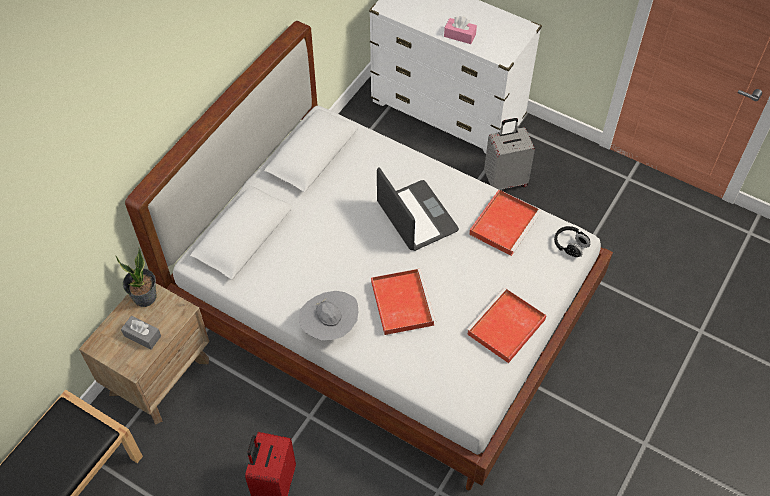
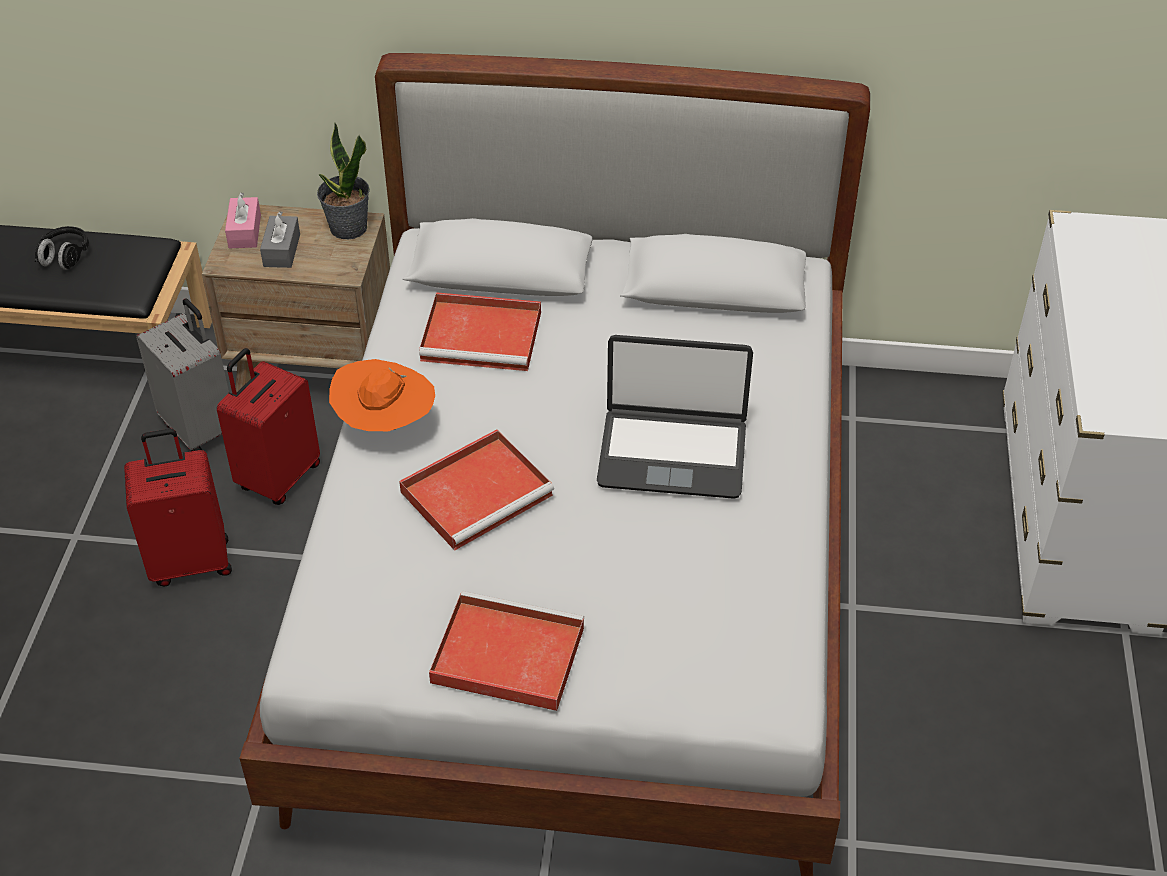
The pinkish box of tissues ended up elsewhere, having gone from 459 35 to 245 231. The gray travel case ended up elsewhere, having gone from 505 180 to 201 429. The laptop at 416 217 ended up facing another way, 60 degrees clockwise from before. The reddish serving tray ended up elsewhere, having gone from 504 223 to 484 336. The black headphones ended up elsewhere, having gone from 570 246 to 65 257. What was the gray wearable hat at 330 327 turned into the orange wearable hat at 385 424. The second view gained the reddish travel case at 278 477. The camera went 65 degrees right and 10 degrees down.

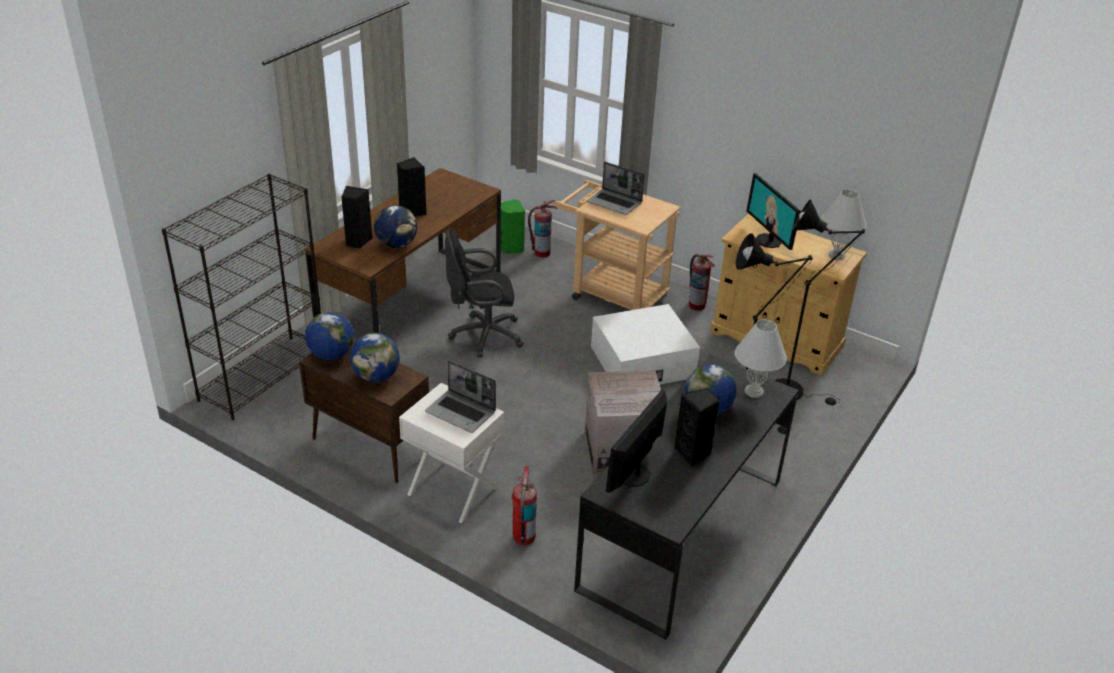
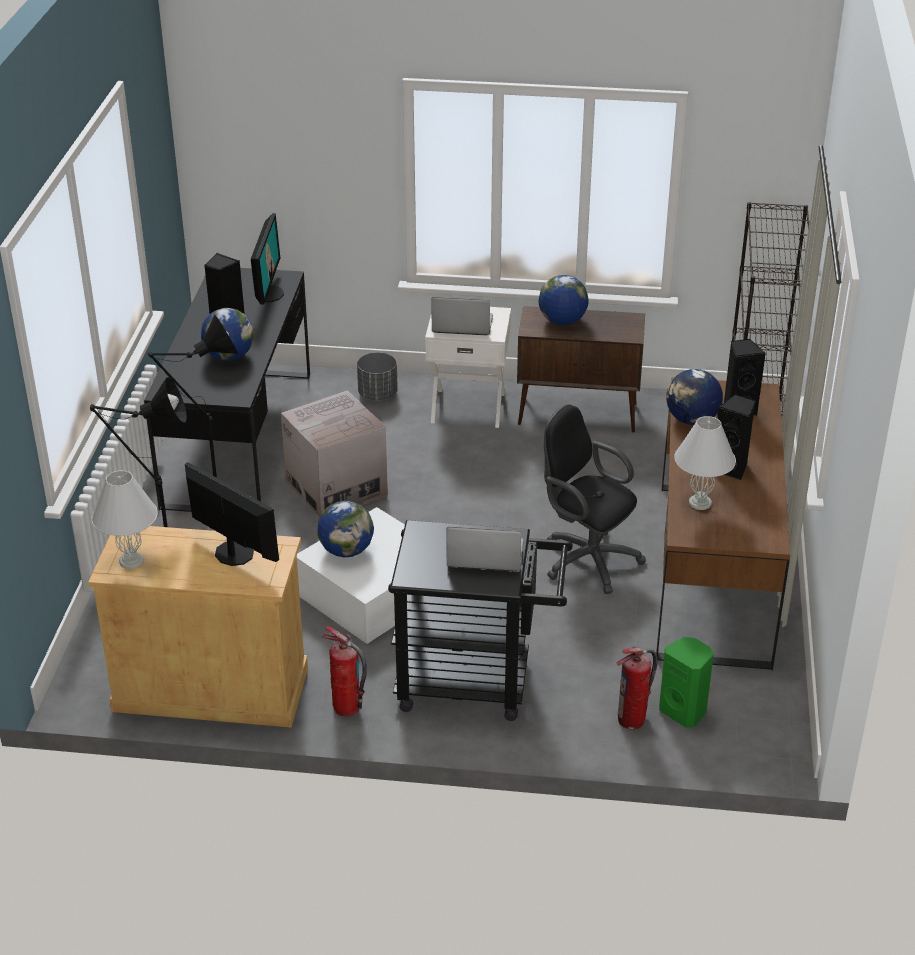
What was the beige-coloured trolley at 611 293 turned into the black trolley at 477 682. The black office chair at 482 336 ended up facing another way, 105 degrees counterclockwise from before. The world globe ended up elsewhere, having gone from 331 355 to 346 551. The whitish lamp for a table ended up elsewhere, having gone from 754 391 to 699 503. Where the fire extinguisher stood at 523 537, the gray plant pot came to stand at 378 394. The camera went 155 degrees right and 0 degrees up.

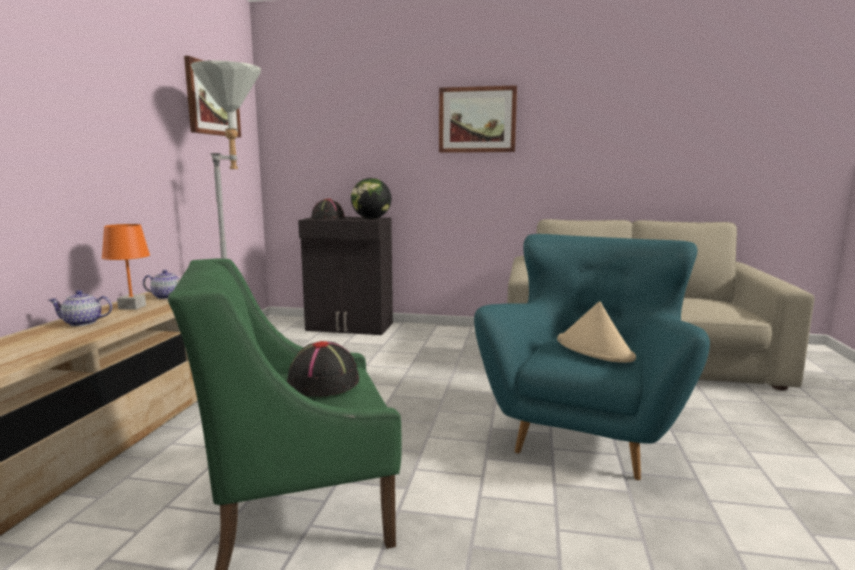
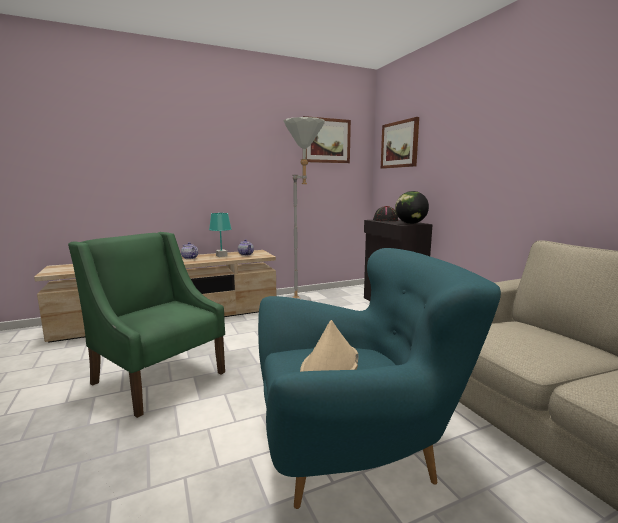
The wall picture ended up elsewhere, having gone from 477 120 to 399 144. What was the orange lamp for a table at 132 307 turned into the turquoise lamp for a table at 221 256. The second view lost the black wearable hat at 324 382. The camera went 55 degrees right and 0 degrees up.

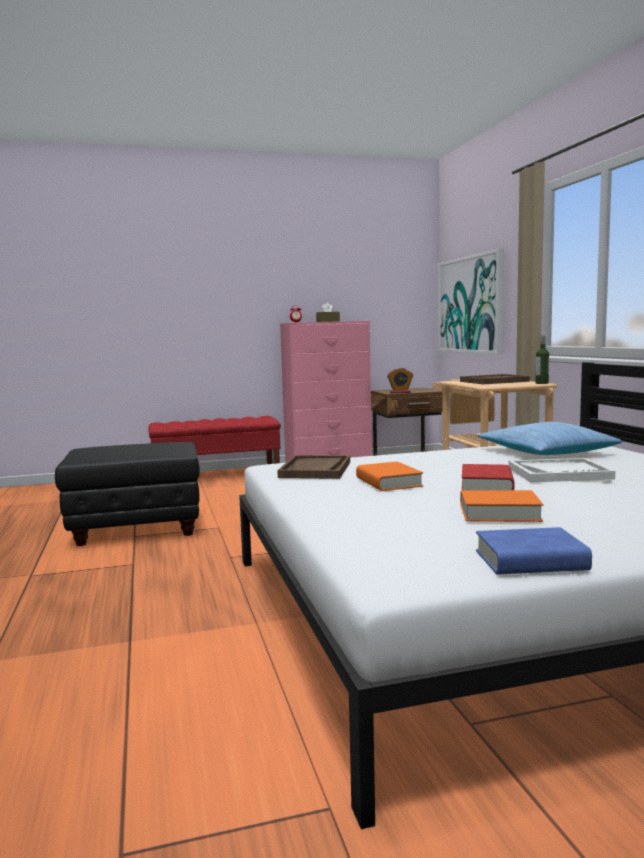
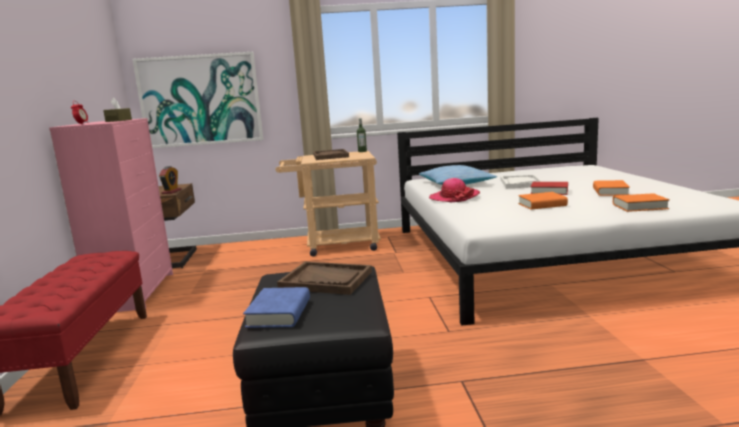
The brownish serving tray ended up elsewhere, having gone from 315 470 to 326 280. The blue book ended up elsewhere, having gone from 530 561 to 279 313. The second view gained the wearable hat at 454 197. The second view gained the orange book at 639 206. The camera went 80 degrees left and 5 degrees up.

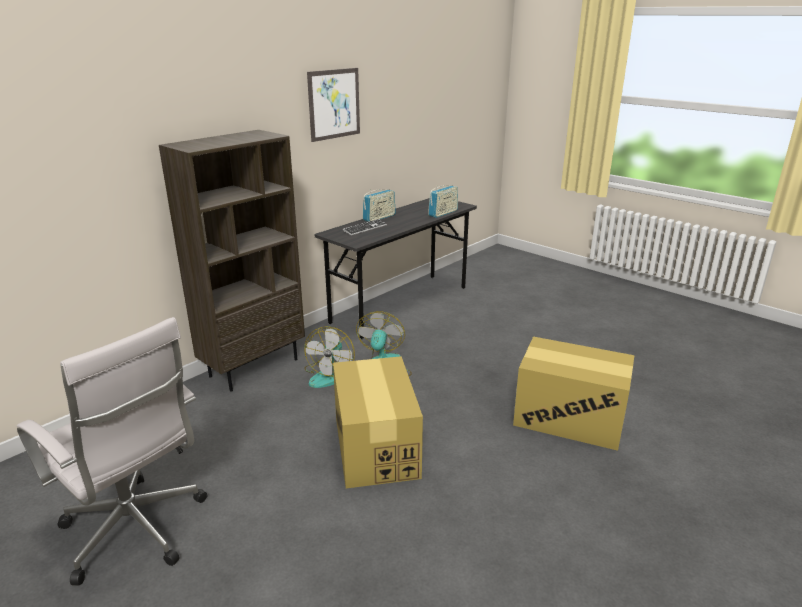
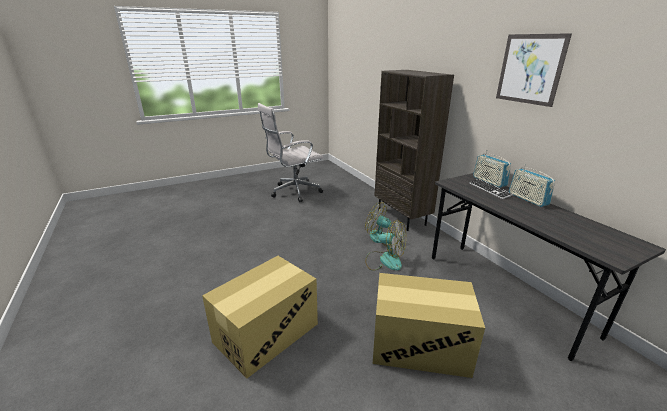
The radio receiver ended up elsewhere, having gone from 443 213 to 489 181. The carton ended up elsewhere, having gone from 376 447 to 420 344. The camera went 110 degrees right and 0 degrees up.

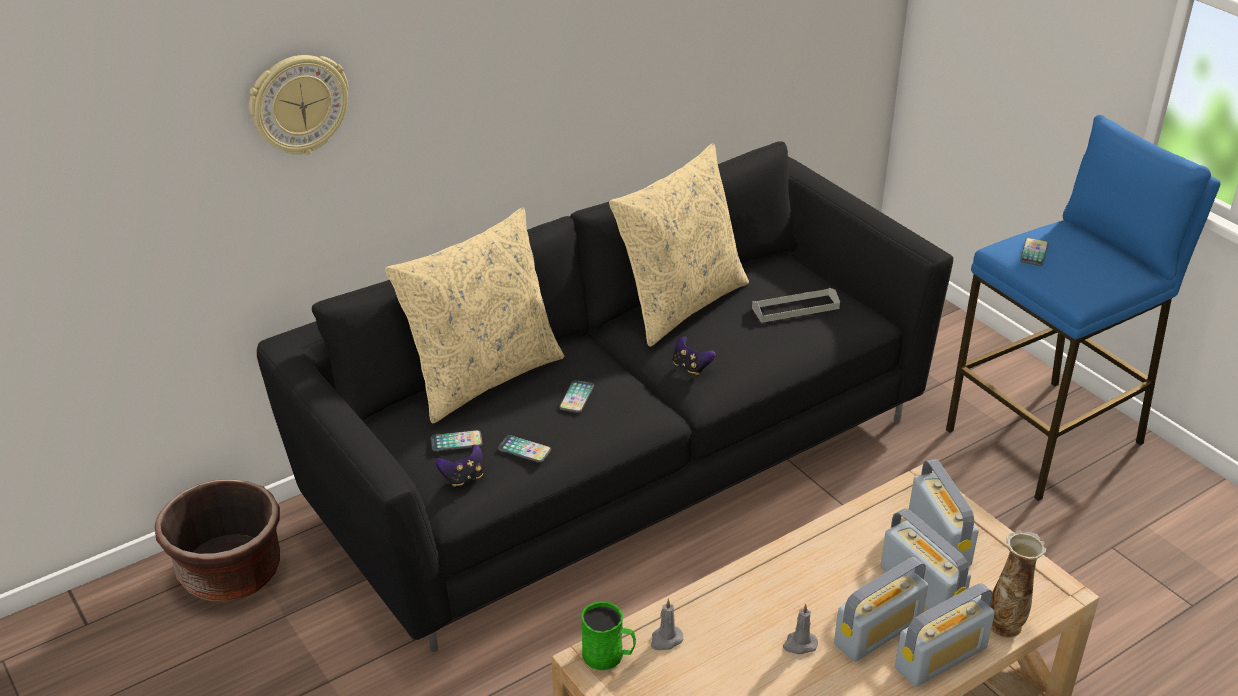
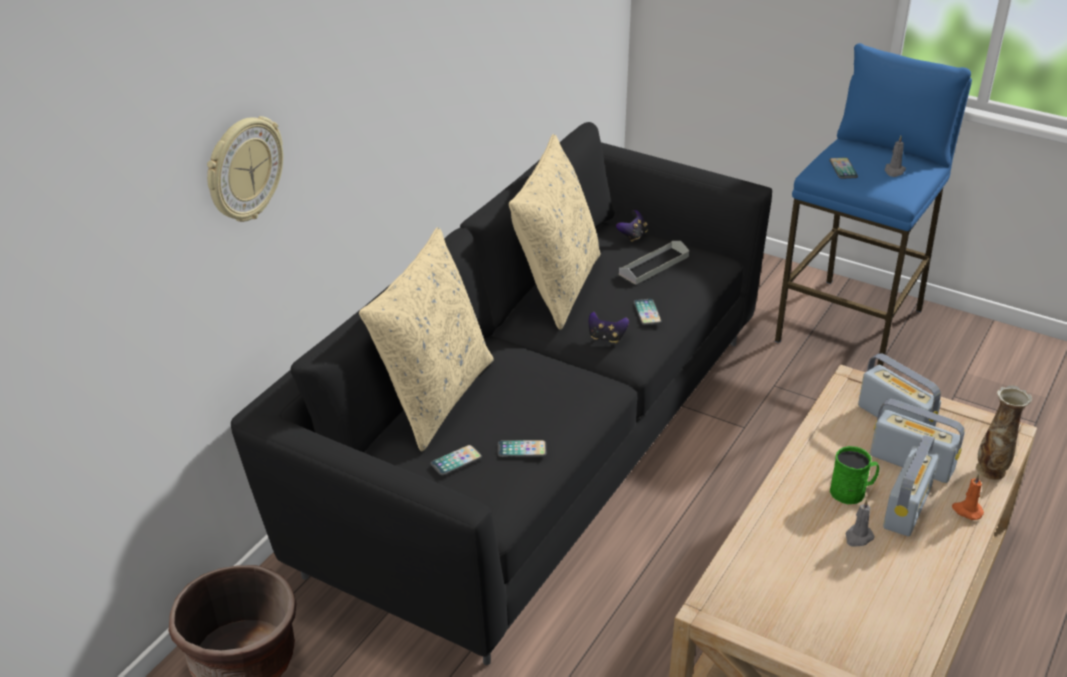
The telephone ended up elsewhere, having gone from 576 397 to 647 312. The joypad ended up elsewhere, having gone from 463 478 to 632 236. Where the radio receiver stood at 941 657, the orange candle came to stand at 967 511. The gray candle ended up elsewhere, having gone from 665 640 to 894 171. The green tea mug ended up elsewhere, having gone from 608 656 to 852 491. The camera went 25 degrees left and 0 degrees up.

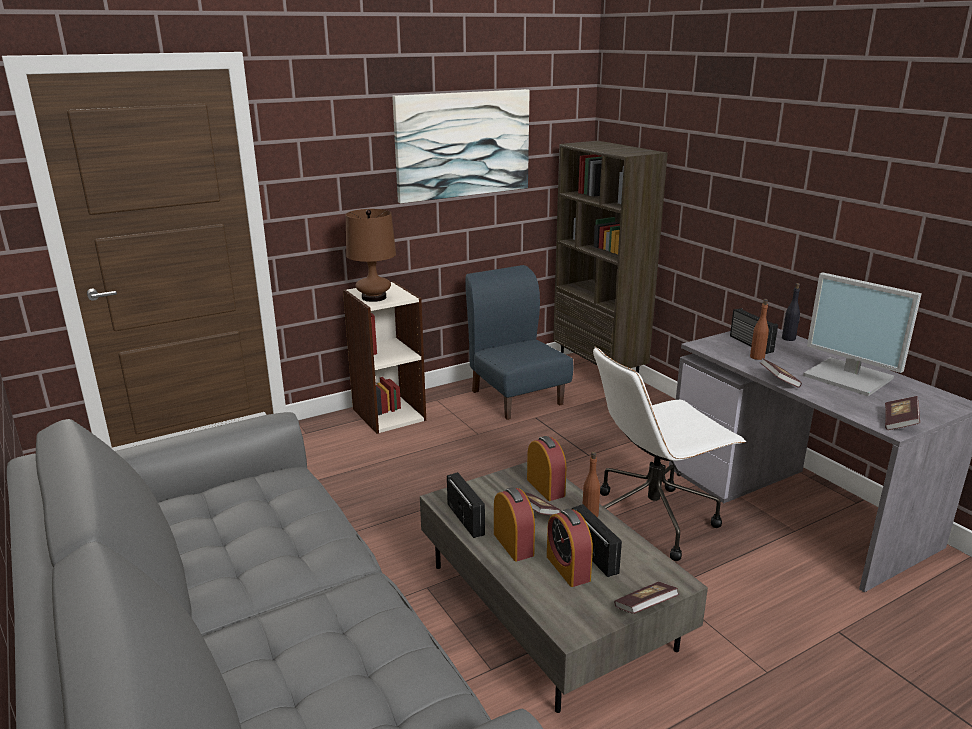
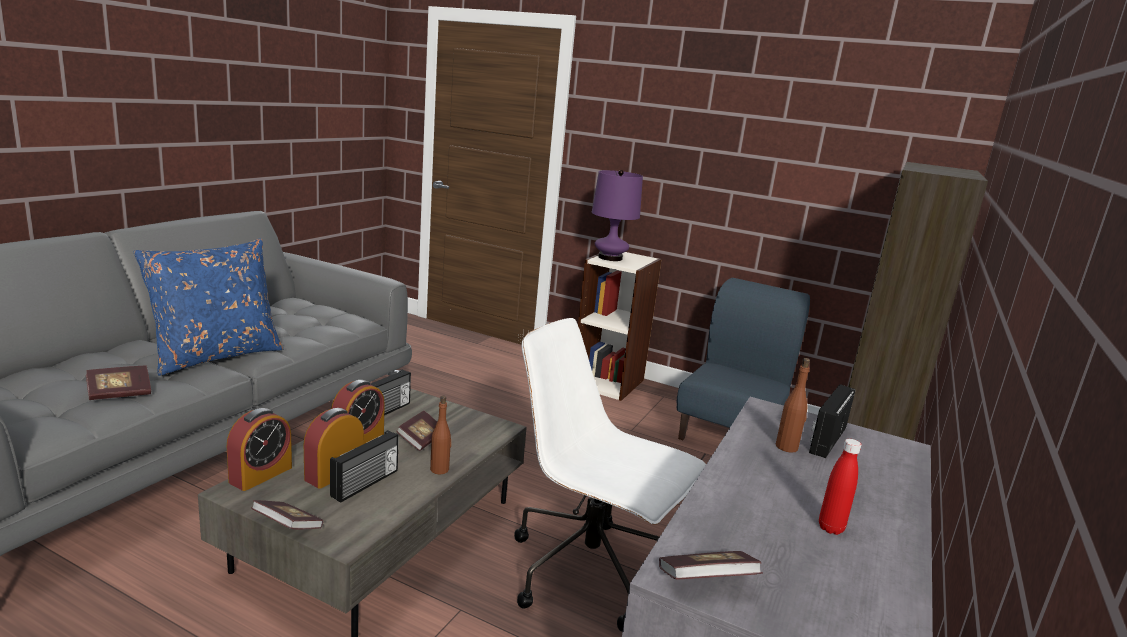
The second view lost the wall picture at 463 144. What was the brownish lamp for a table at 374 297 turned into the purplish lamp for a table at 610 258. Where the computer display stood at 850 377, the reddish drink bottle came to stand at 830 528. The second view lost the black drink bottle at 789 338. The book ended up elsewhere, having gone from 778 381 to 119 393. The bedside clock ended up elsewhere, having gone from 545 487 to 261 475. The second view gained the blue cushion at 216 355. The camera went 55 degrees right and 5 degrees down.

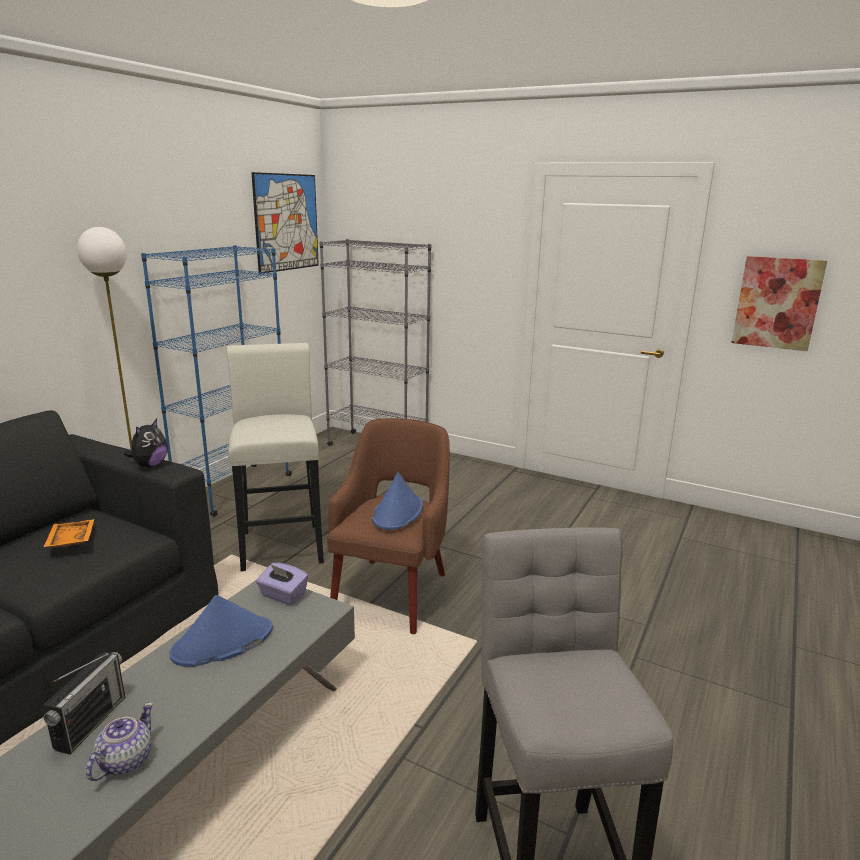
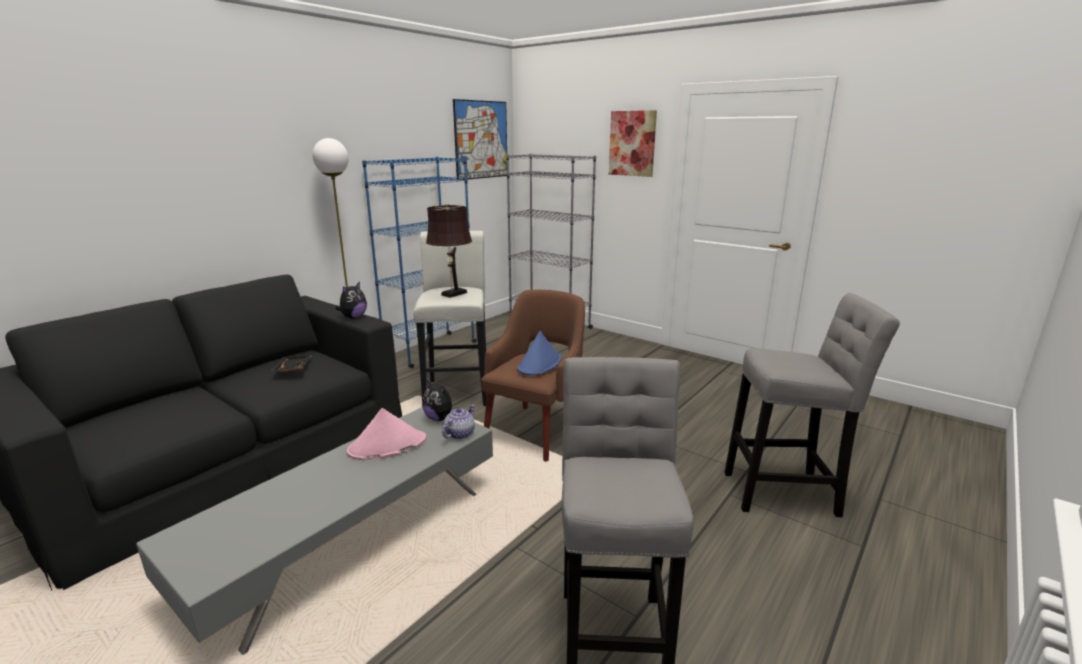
The wall picture ended up elsewhere, having gone from 777 303 to 632 143. What was the orange serving tray at 70 541 turned into the black serving tray at 292 369. Where the purplish box of tissues stood at 283 595, the cuddly toy came to stand at 440 418. What was the blue wearable hat at 222 642 turned into the pinkish wearable hat at 387 446. The second view lost the radio receiver at 90 722. The tea pot ended up elsewhere, having gone from 124 761 to 459 434. The second view gained the brownish lamp for a table at 452 294. The second view gained the gray stool seat at 786 493. The camera went 10 degrees right and 0 degrees up.

